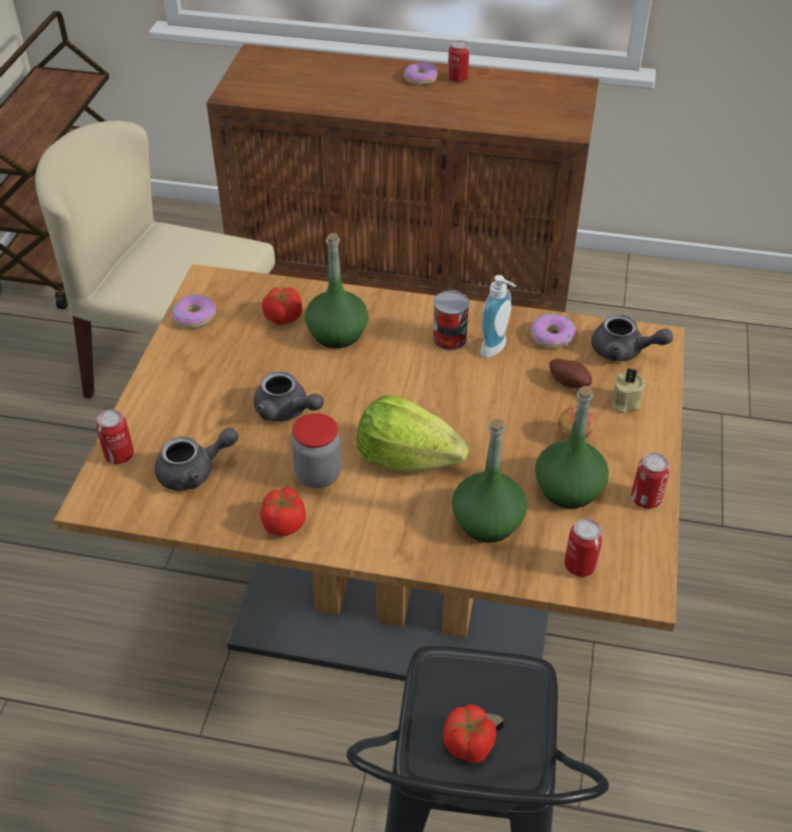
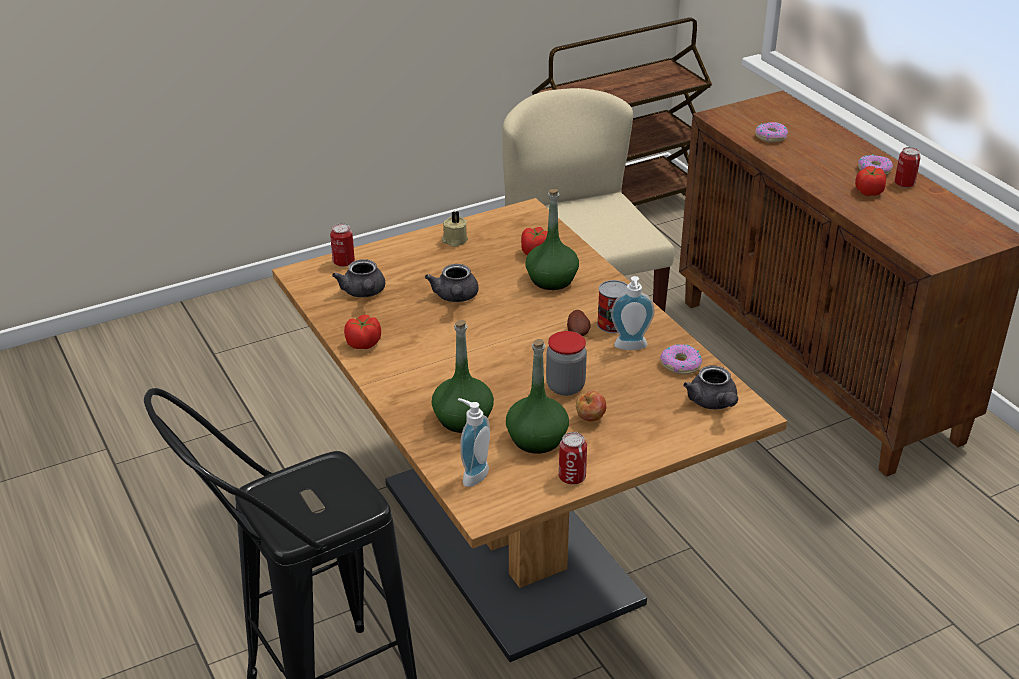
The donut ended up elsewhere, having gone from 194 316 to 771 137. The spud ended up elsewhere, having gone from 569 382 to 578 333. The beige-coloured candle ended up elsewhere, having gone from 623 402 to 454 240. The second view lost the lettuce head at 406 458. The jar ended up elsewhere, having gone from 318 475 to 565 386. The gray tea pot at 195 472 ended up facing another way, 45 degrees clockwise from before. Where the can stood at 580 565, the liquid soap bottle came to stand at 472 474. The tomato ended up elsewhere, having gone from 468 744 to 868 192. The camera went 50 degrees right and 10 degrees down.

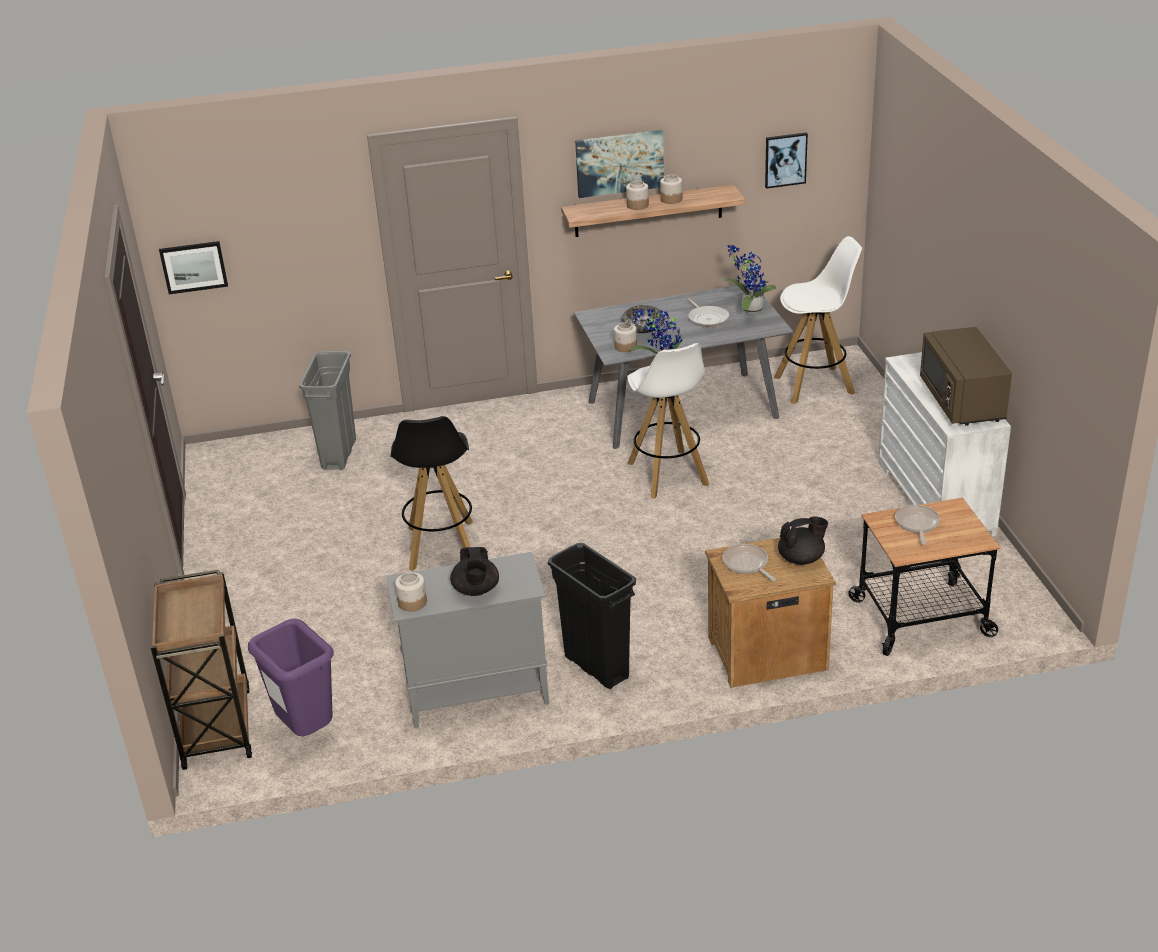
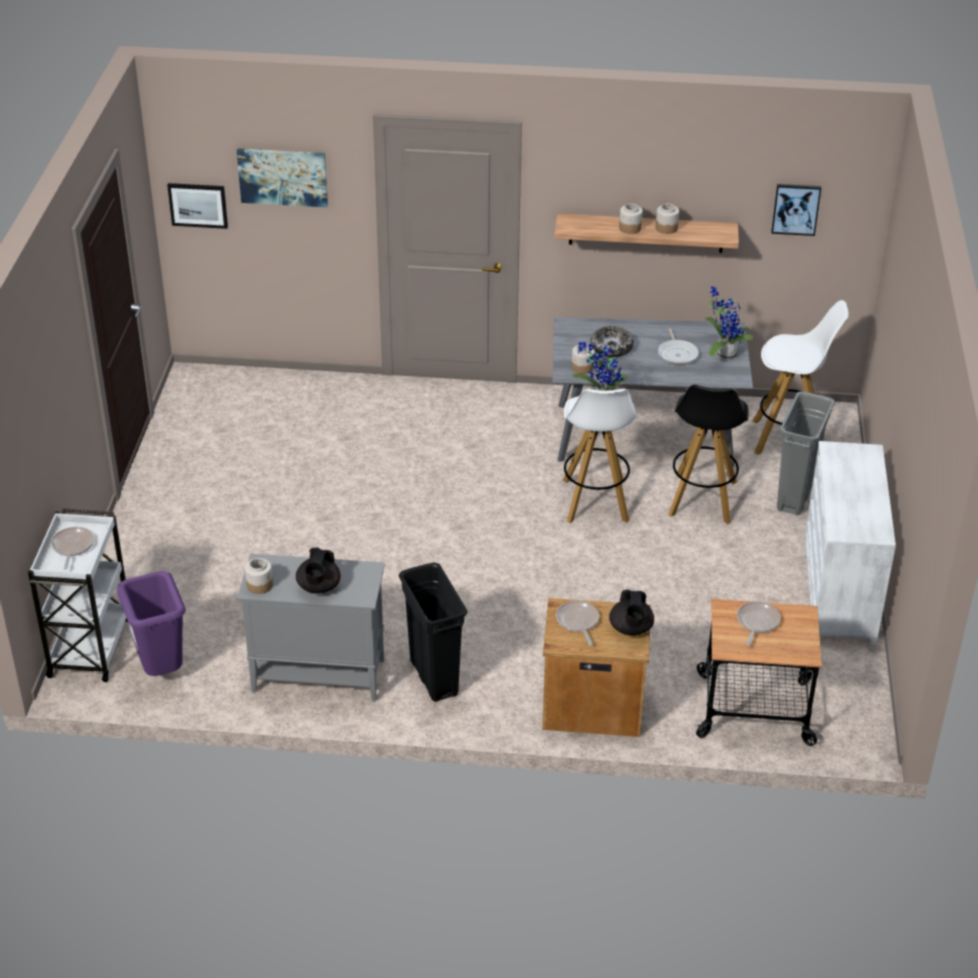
The wall picture ended up elsewhere, having gone from 619 163 to 283 176. The second view lost the brownish microwave oven at 962 401. The gray waste bin ended up elsewhere, having gone from 339 454 to 795 496. The black stool seat ended up elsewhere, having gone from 441 546 to 702 499. The black tea pot at 802 558 ended up facing another way, 90 degrees clockwise from before. What was the brownish trolley at 216 726 turned into the whitish trolley at 90 645. The second view gained the skillet at 72 547. The camera went 15 degrees right and 5 degrees up.

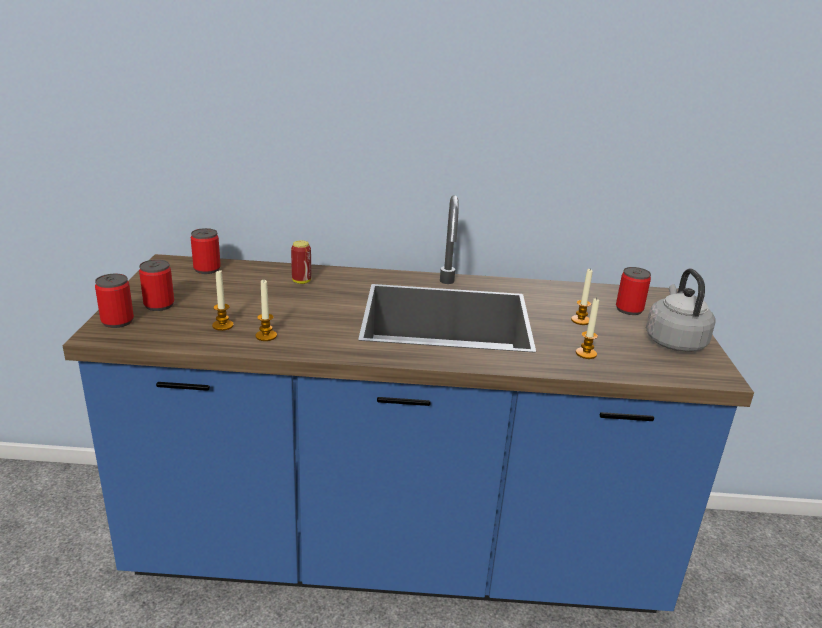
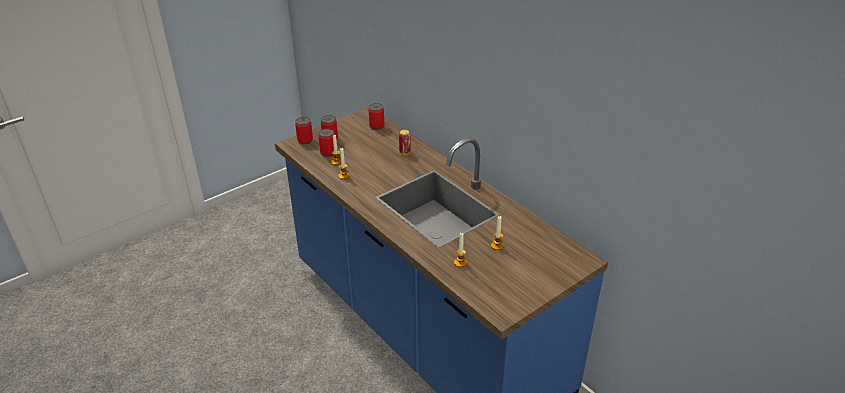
The can ended up elsewhere, having gone from 629 309 to 328 152. The second view lost the gray tea kettle at 674 341. The camera went 50 degrees right and 10 degrees up.

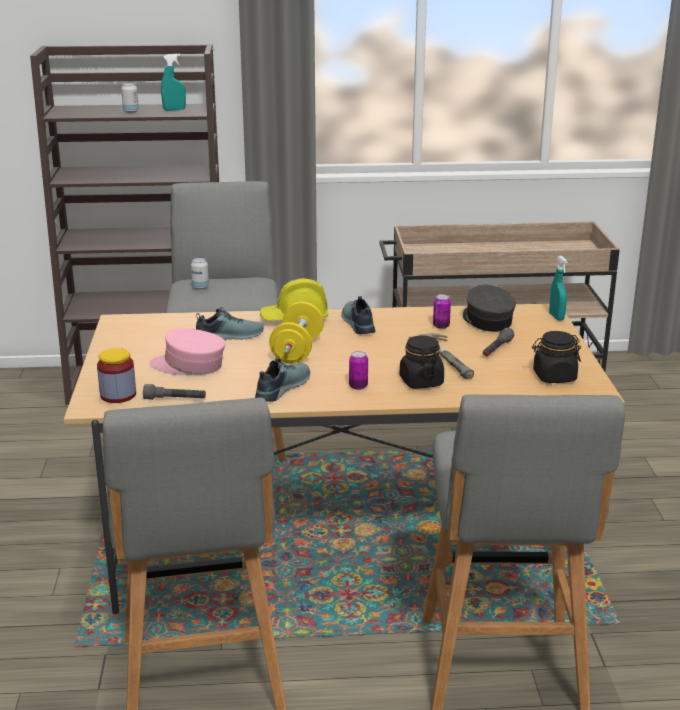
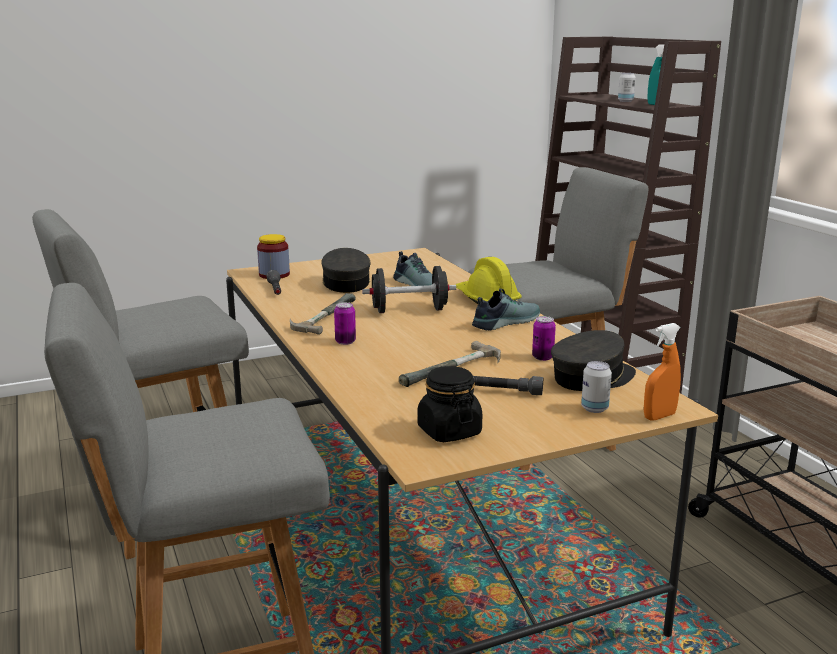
What was the turquoise hand sprayer at 556 317 turned into the orange hand sprayer at 659 416. The can ended up elsewhere, having gone from 200 287 to 594 408. What was the yellow-coloured dumbbell at 297 351 turned into the black dumbbell at 409 310. What was the pinkish baseball cap at 189 365 turned into the gray baseball cap at 345 283. The second view lost the black jar at 421 381. Where the low shoe stood at 281 388, the hand hammer came to stand at 321 316. The camera went 70 degrees right and 5 degrees down.

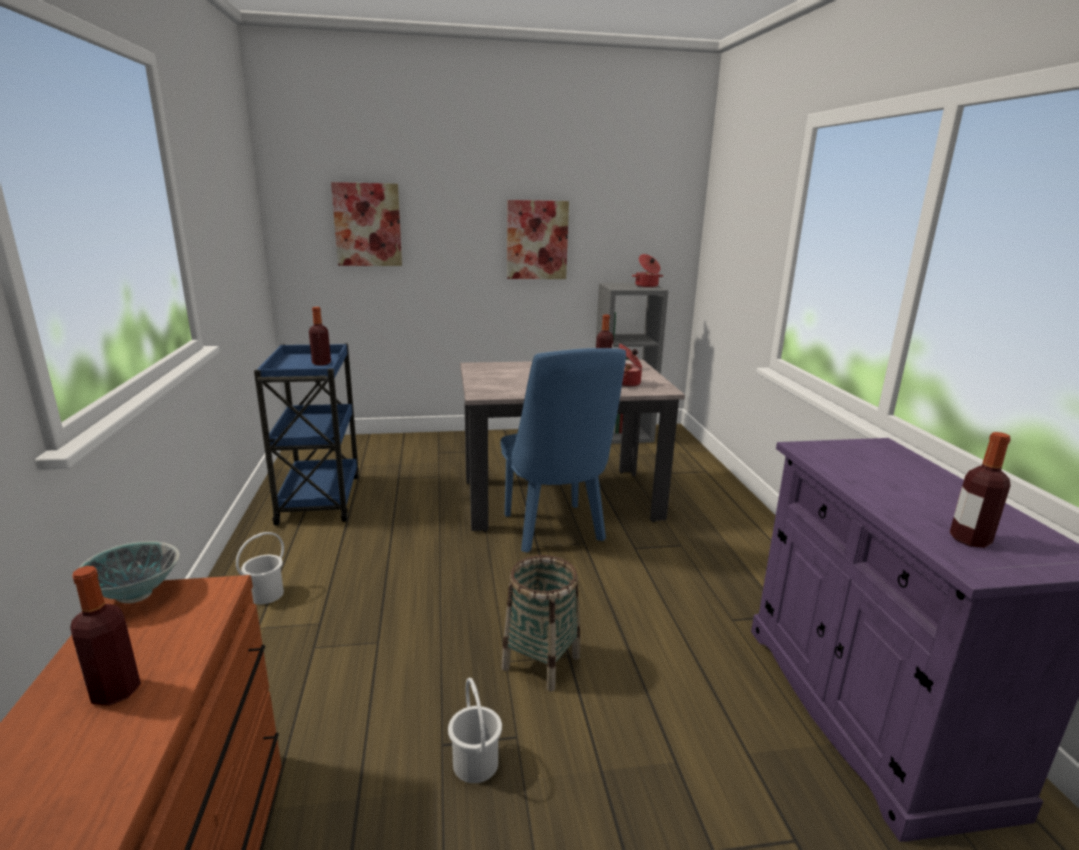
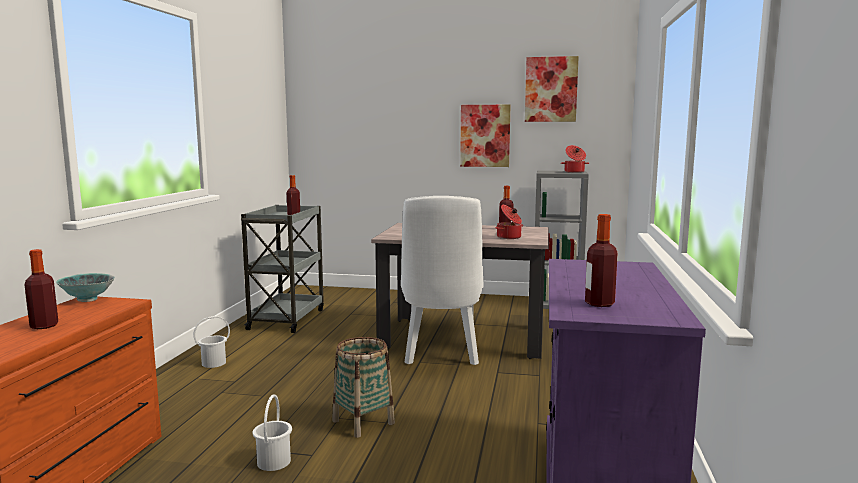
The wall picture ended up elsewhere, having gone from 367 225 to 551 89. What was the blue trolley at 320 498 turned into the gray trolley at 287 319. What was the blue plain chair at 556 532 turned into the whitish plain chair at 442 355. The camera went 20 degrees right and 10 degrees down.

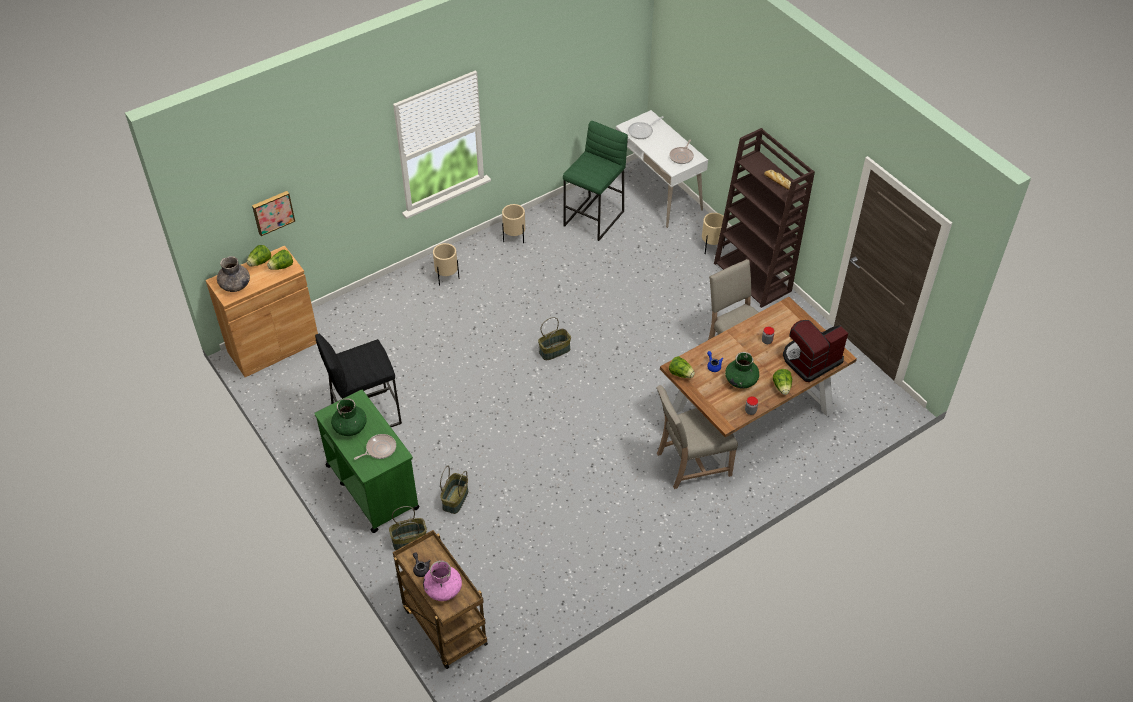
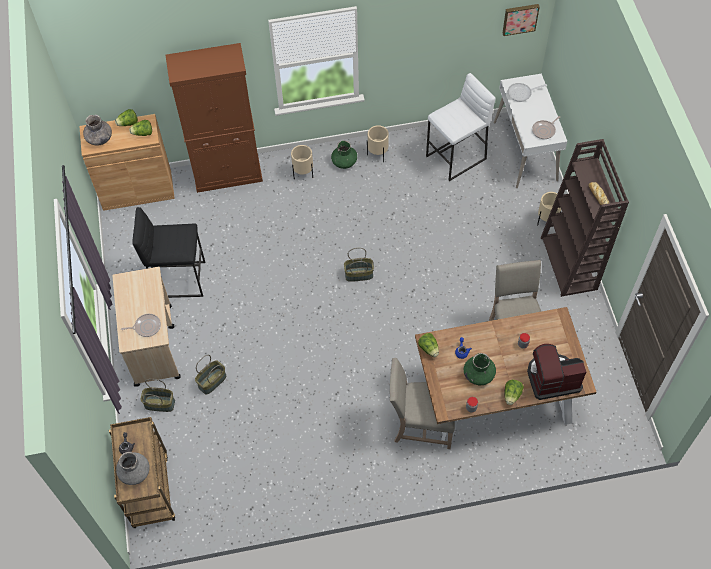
What was the green stool seat at 594 219 turned into the whitish stool seat at 456 158. The wall picture ended up elsewhere, having gone from 272 212 to 520 18. What was the green trolley at 372 486 turned into the beige-coloured trolley at 153 344. The green decorative vase ended up elsewhere, having gone from 350 427 to 344 162. What was the pinkish decorative vase at 443 589 turned into the gray decorative vase at 135 472. The second view gained the brownish cabinet at 228 174. The camera went 25 degrees right and 10 degrees up.

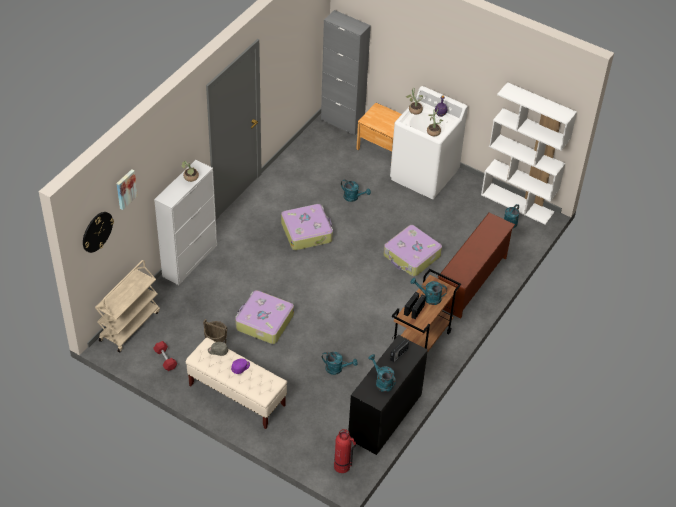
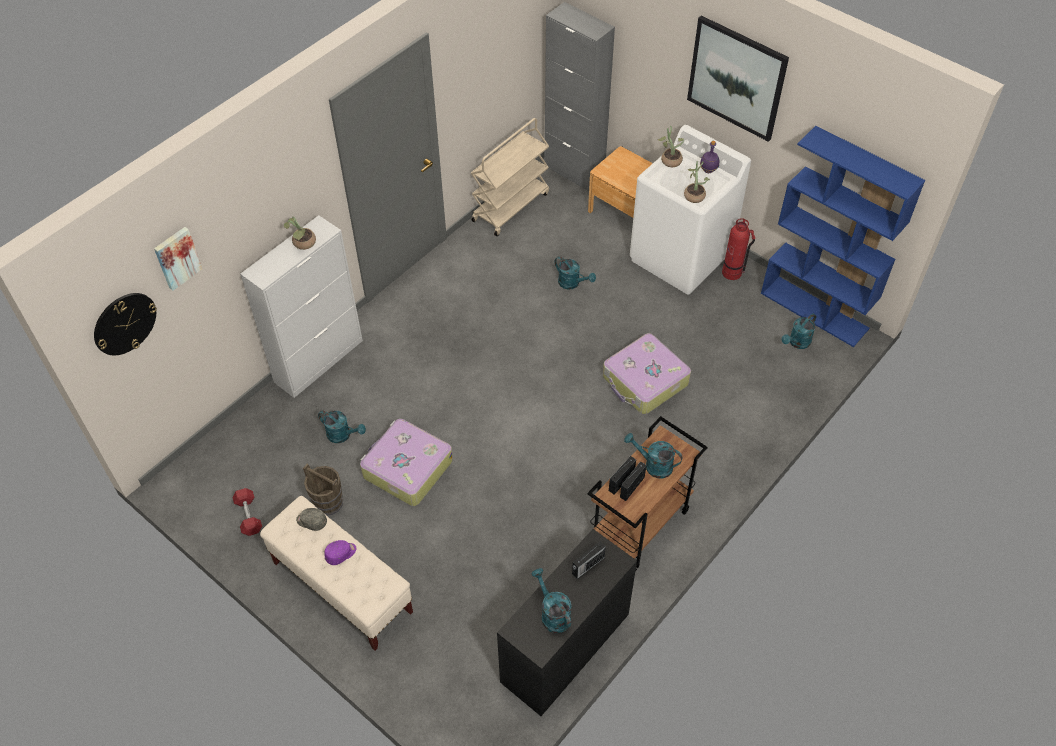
What was the whitish bookcase at 518 203 turned into the blue bookcase at 815 311. The second view lost the travel case at 307 232. The second view lost the brownish shoe shelf at 472 282. The beige-coloured trolley ended up elsewhere, having gone from 129 325 to 510 206. The turquoise watering pot ended up elsewhere, having gone from 337 369 to 342 435. The fire extinguisher ended up elsewhere, having gone from 342 466 to 732 273. The second view gained the wall picture at 736 78. The camera went 10 degrees right and 5 degrees up.

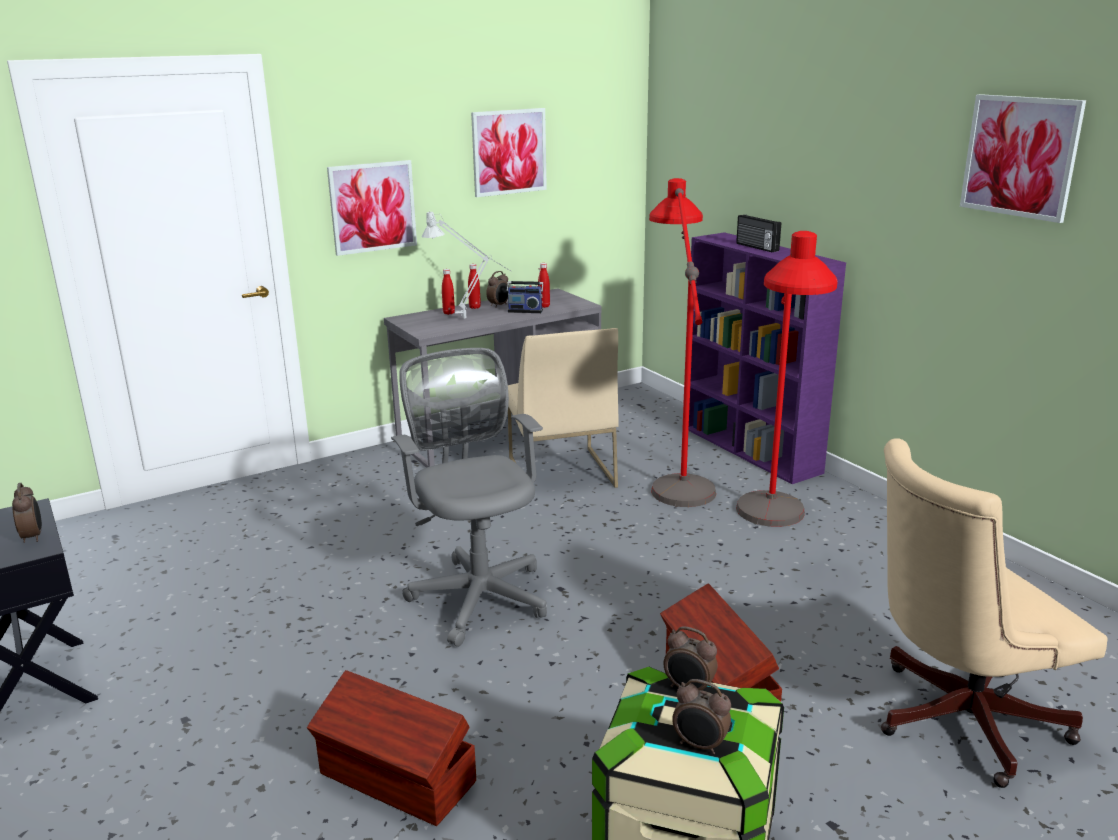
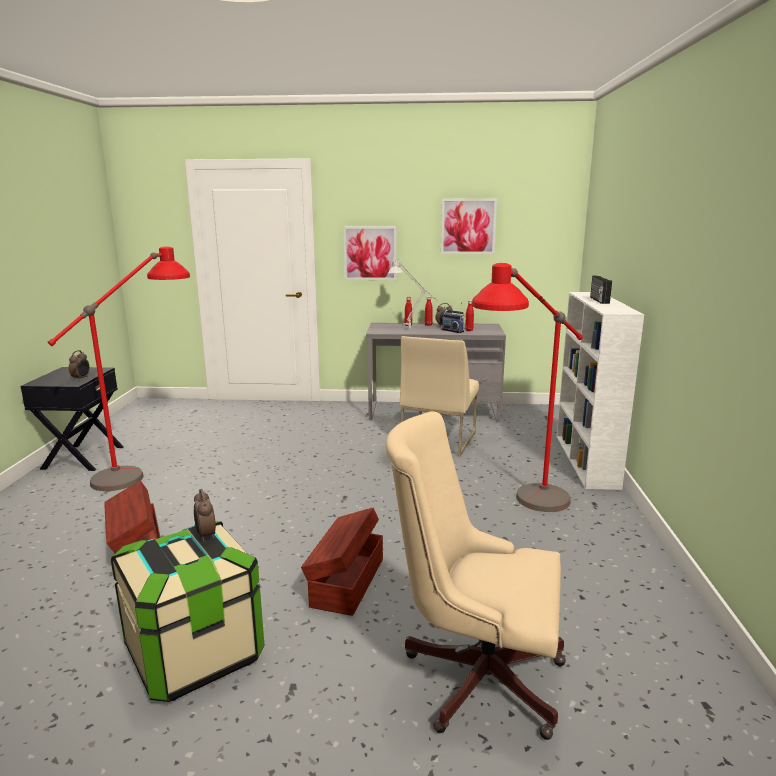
The second view lost the wall picture at 1020 156. The reddish standing lamp ended up elsewhere, having gone from 677 472 to 147 467. What was the purplish bookcase at 751 450 turned into the whitish bookcase at 586 461. The second view lost the gray office chair at 478 594. The second view lost the bedside clock at 700 745. The camera went 35 degrees right and 5 degrees down.

